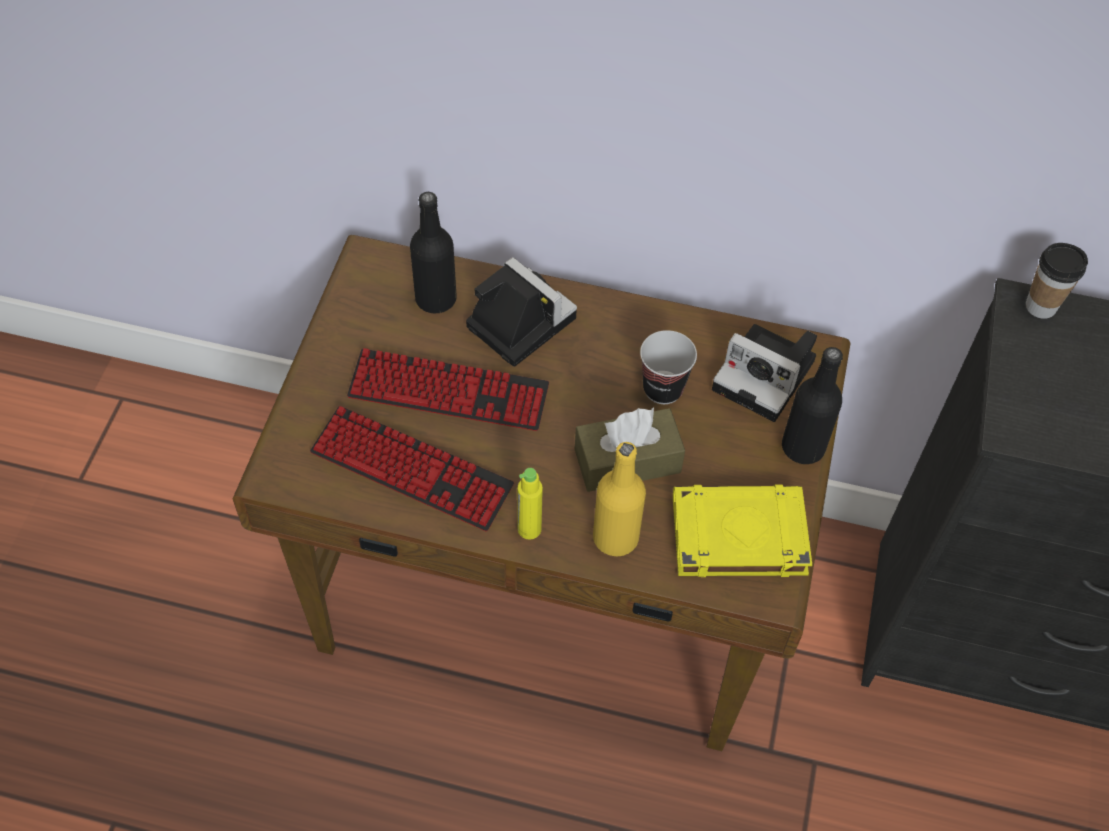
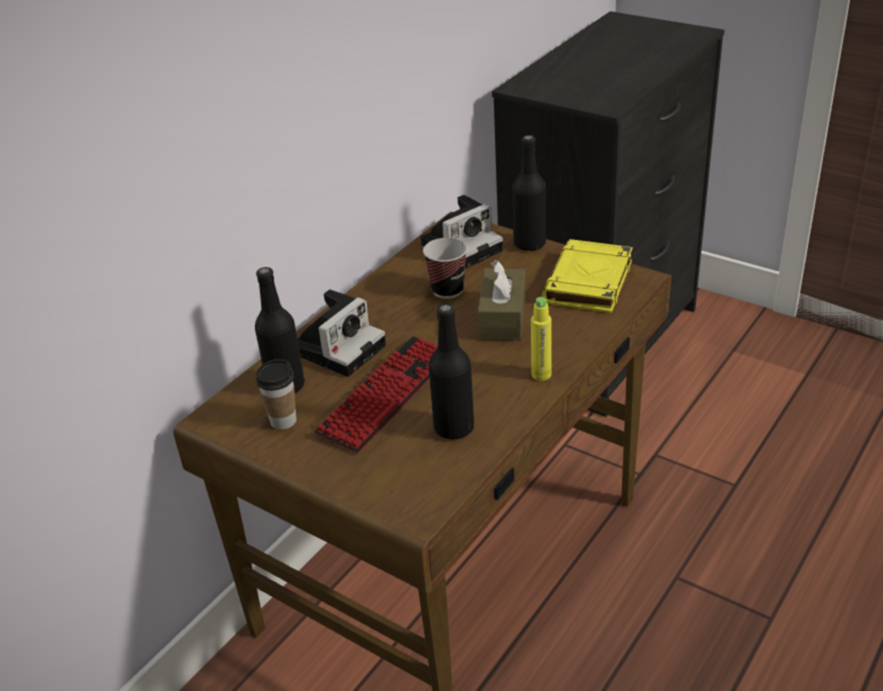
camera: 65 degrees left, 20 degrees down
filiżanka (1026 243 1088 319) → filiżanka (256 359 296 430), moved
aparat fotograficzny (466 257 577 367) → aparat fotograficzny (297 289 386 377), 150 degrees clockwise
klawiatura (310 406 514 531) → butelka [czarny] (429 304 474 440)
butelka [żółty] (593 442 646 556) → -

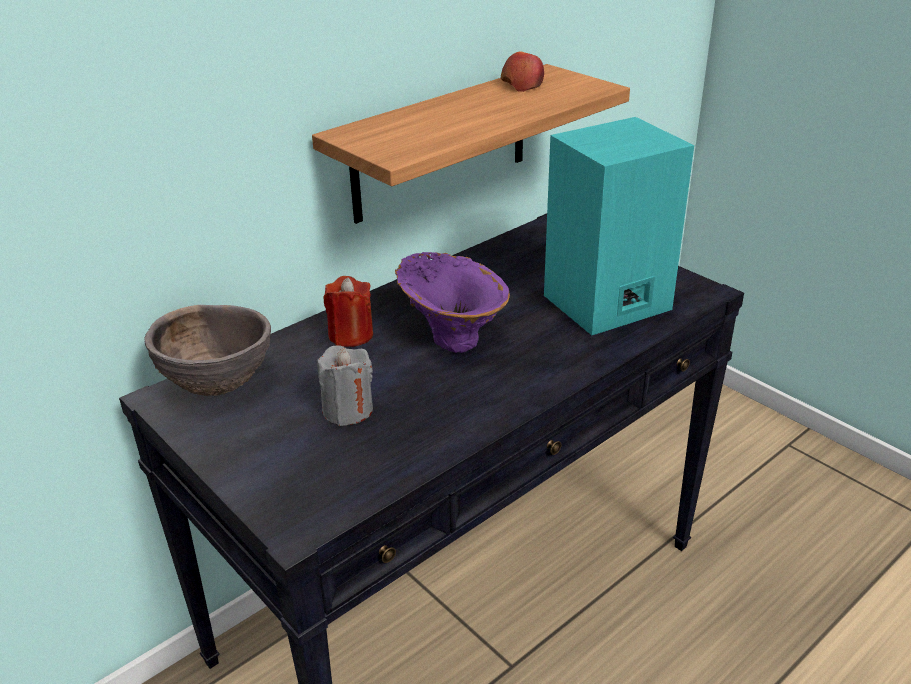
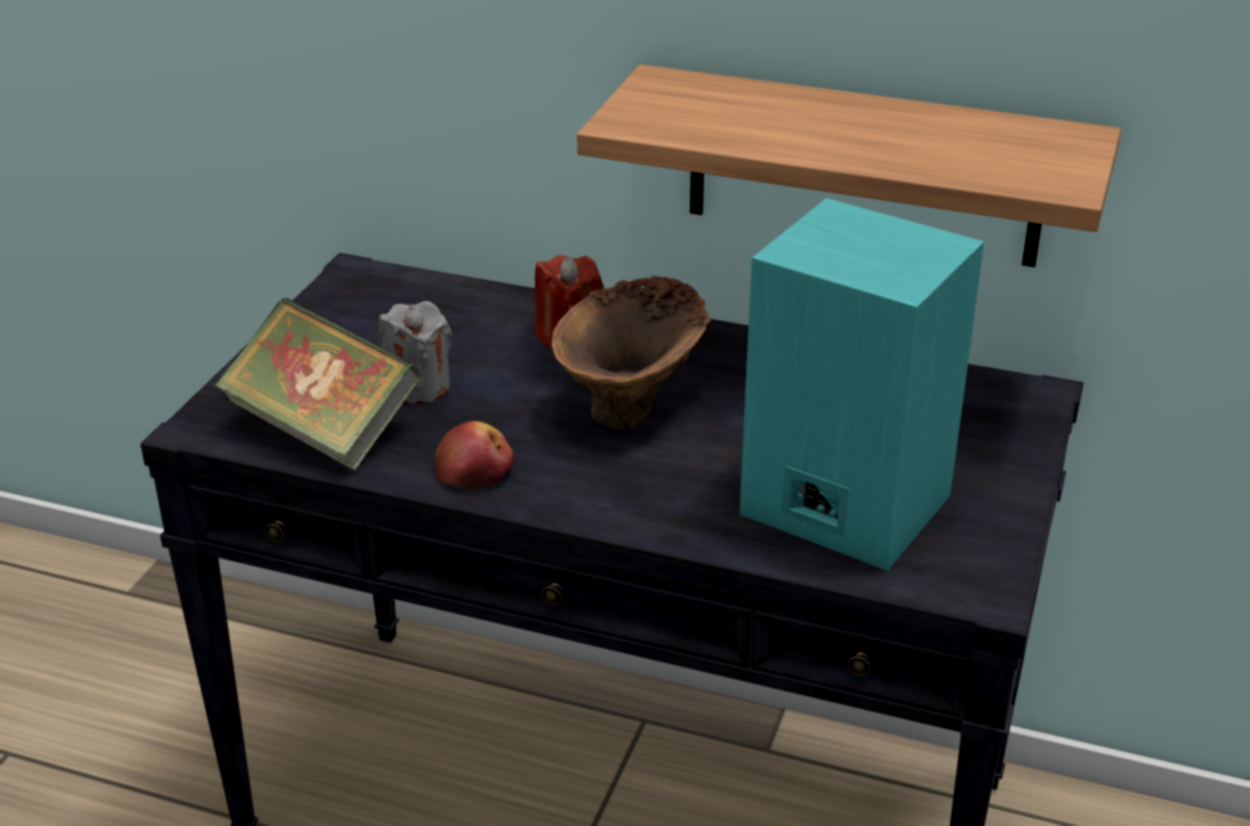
camera: 60 degrees right, 0 degrees up
- → książka (215 298 421 471)
jabłko (501 51 544 92) → jabłko (435 421 514 490), moved
wazon [fioletowy] (395 252 510 353) → wazon [brązowy] (552 275 711 429)
miska [brązowy] (144 305 271 396) → -

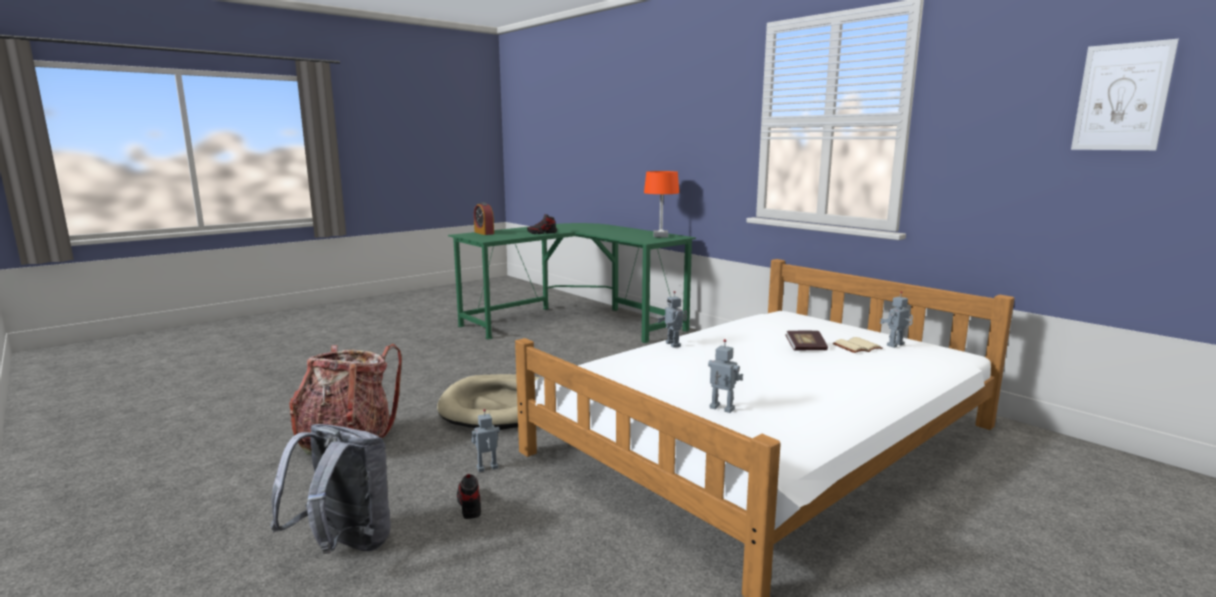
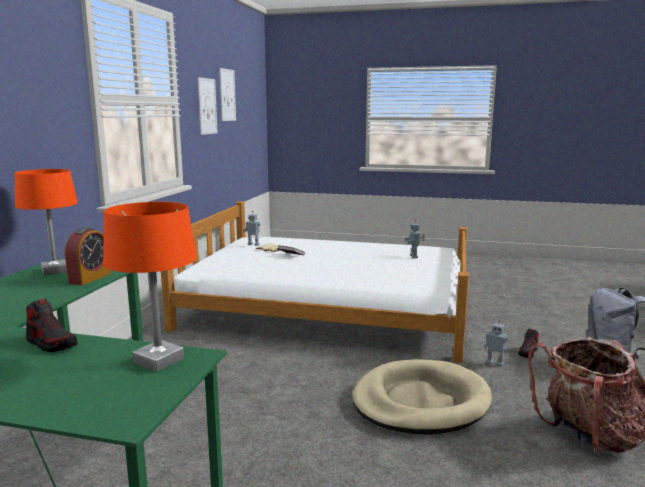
camera: 125 degrees left, 0 degrees up
budzik (474 202 494 235) → budzik (65 227 111 285), moved
- → lampa stołowa [pomarańczowy] (103 202 197 372)
- → obraz (197 77 218 135)
robot zabawkowy (657 291 687 348) → -

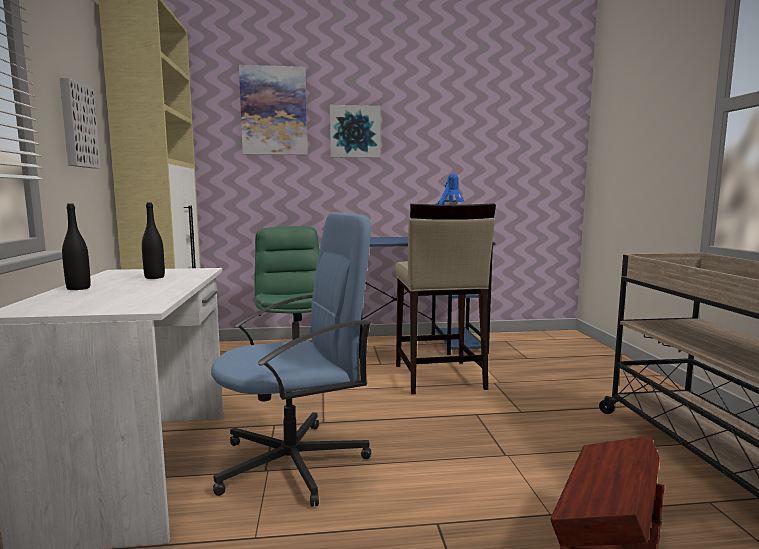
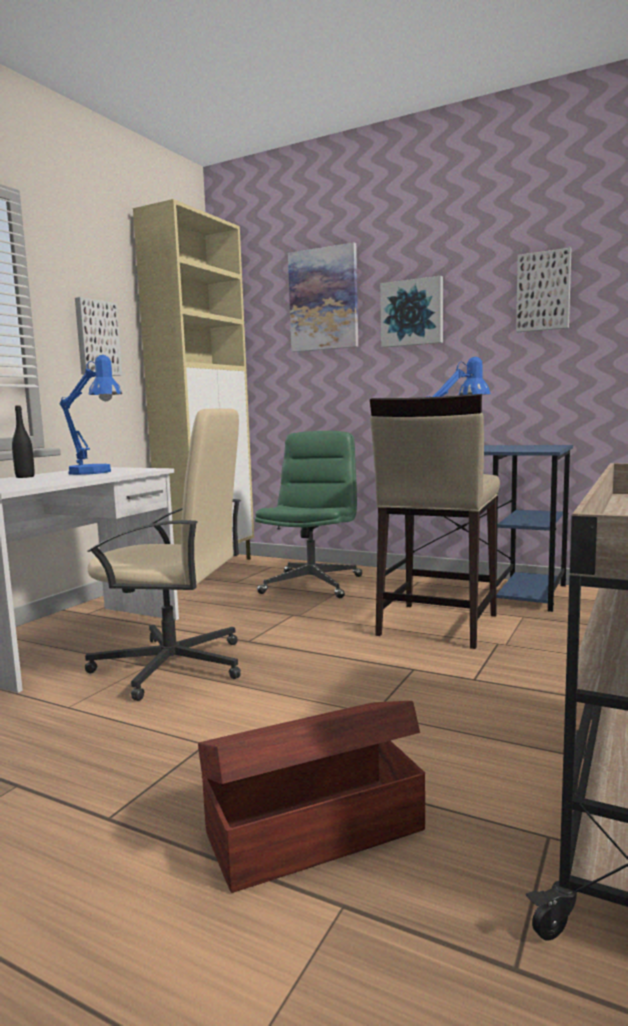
camera: 35 degrees right, 0 degrees up
butelka [czarny] (142 202 165 279) → lampa stołowa [niebieski] (59 355 122 475)
krzesło biurowe [niebieski] (211 212 371 507) → krzesło biurowe [beżowy] (84 408 241 701)
- → obraz (516 248 571 333)

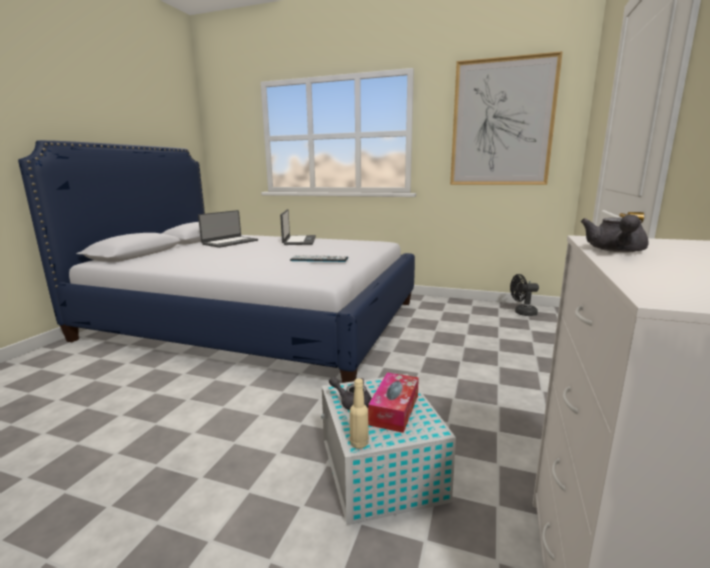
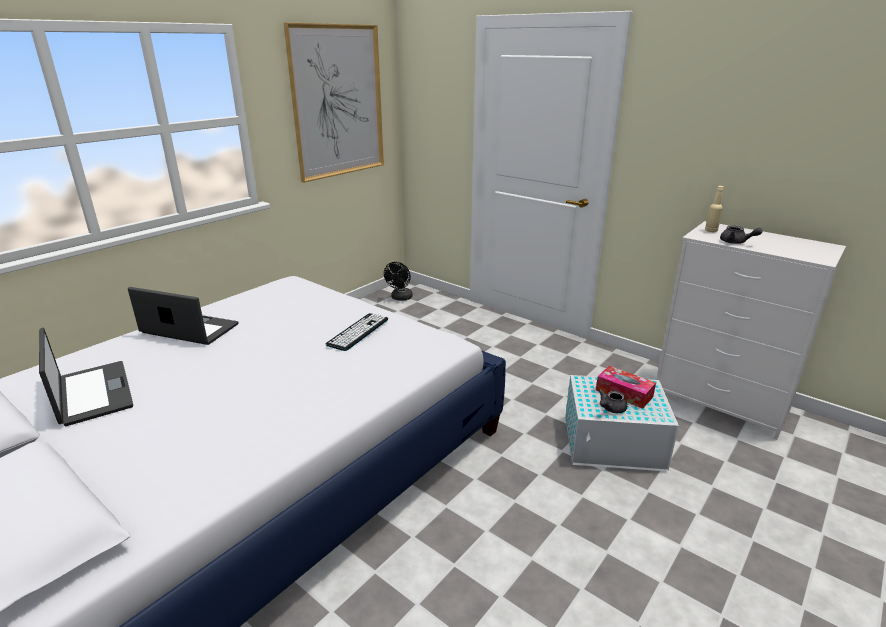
camera: 70 degrees left, 10 degrees up
butelka [beżowy] (350 378 369 449) → butelka [beżowy] (705 186 724 232), moved

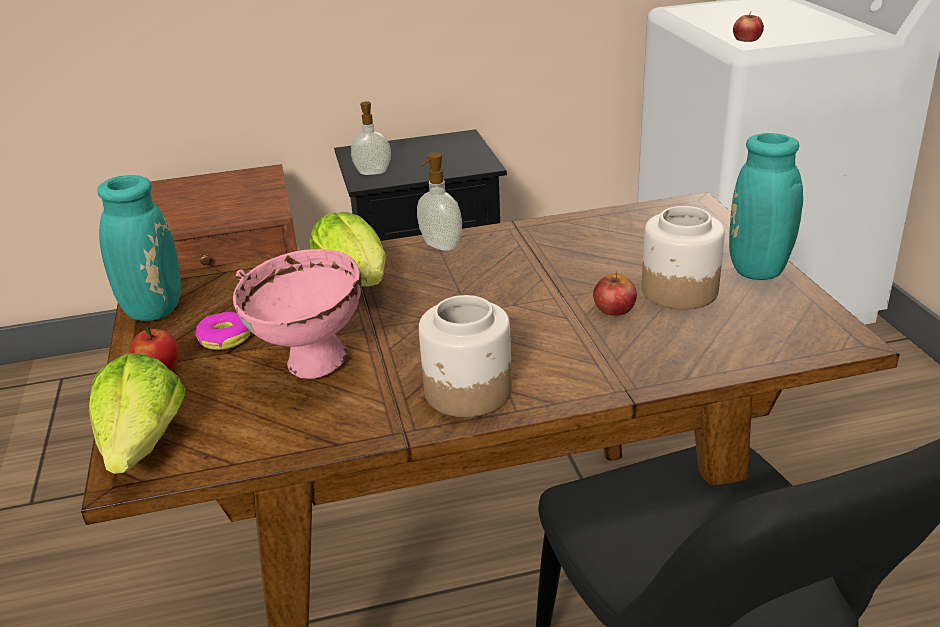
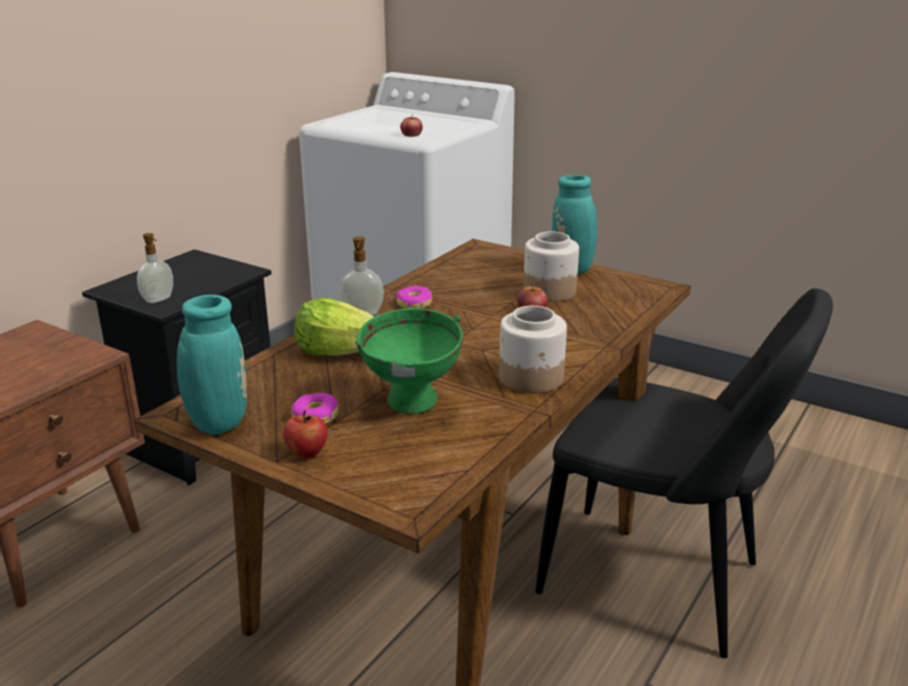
camera: 45 degrees left, 5 degrees down
miska [różowy] (233 249 361 379) → miska [zielony] (355 308 463 414)
- → donut (396 286 432 308)
sałata (89 353 186 474) → -

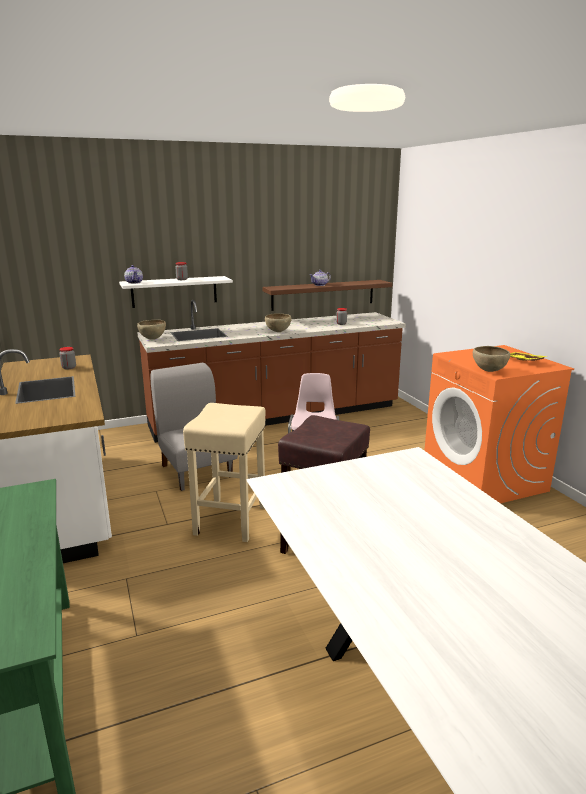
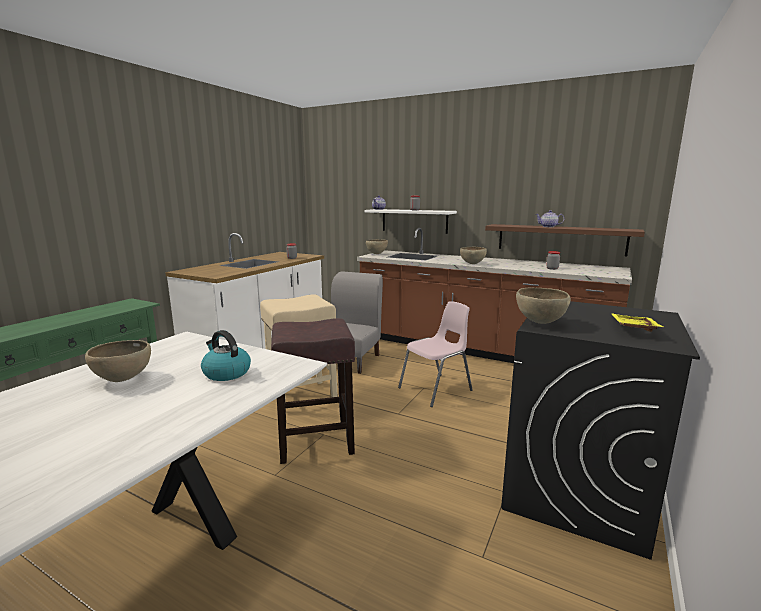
camera: 50 degrees right, 5 degrees down
- → miska [brązowy] (85 340 151 382)
- → czajnik (201 330 251 381)
pralka [pomarańczowy] (424 345 574 503) → pralka [czarny] (501 301 700 560)

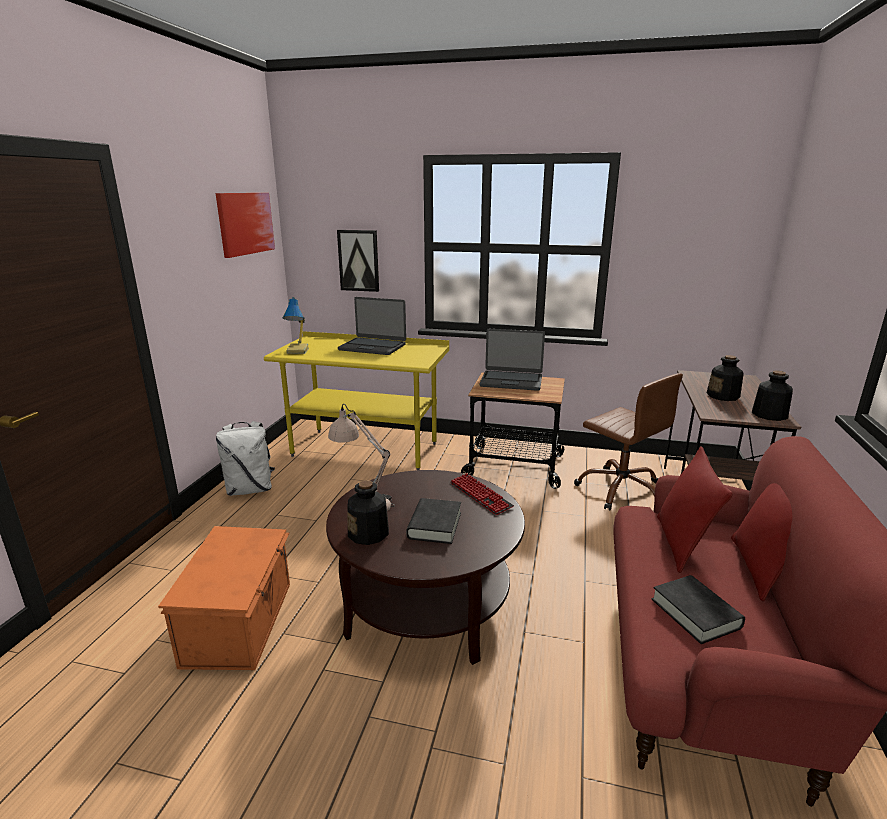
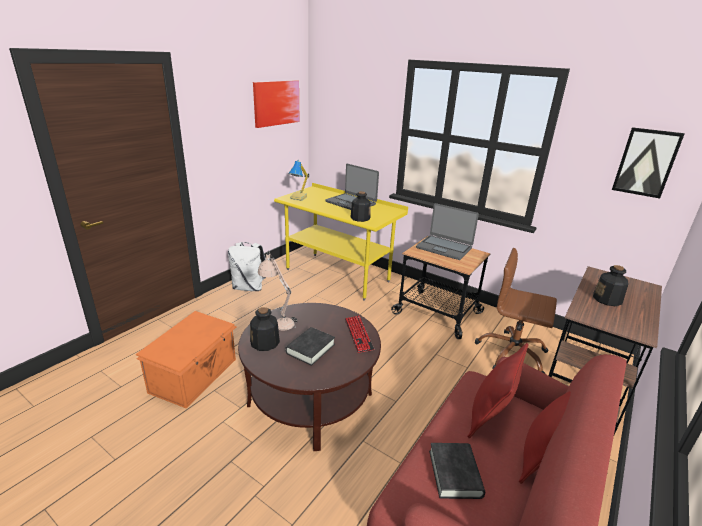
camera: 20 degrees right, 5 degrees up
butelka (752 370 793 421) → butelka (350 191 371 222), moved
krzesło biurowe [brązowy] (574 373 683 510) → krzesło biurowe [brązowy] (475 248 557 374), 135 degrees clockwise
obraz (337 230 379 292) → obraz (612 127 685 198), moved

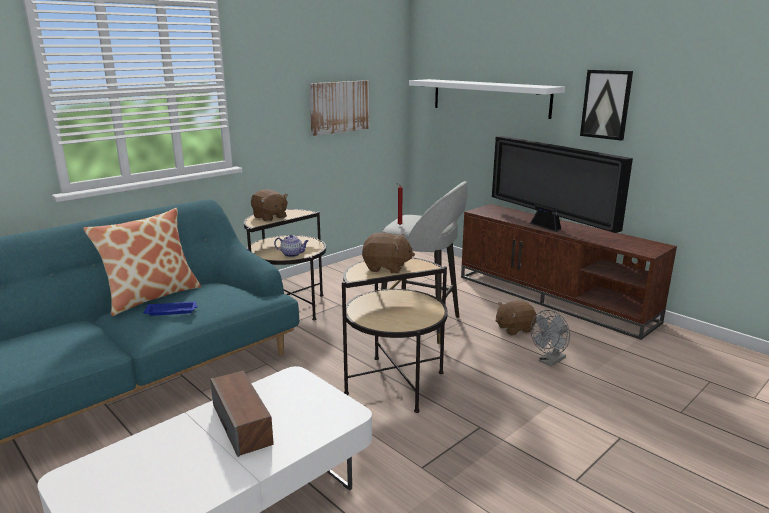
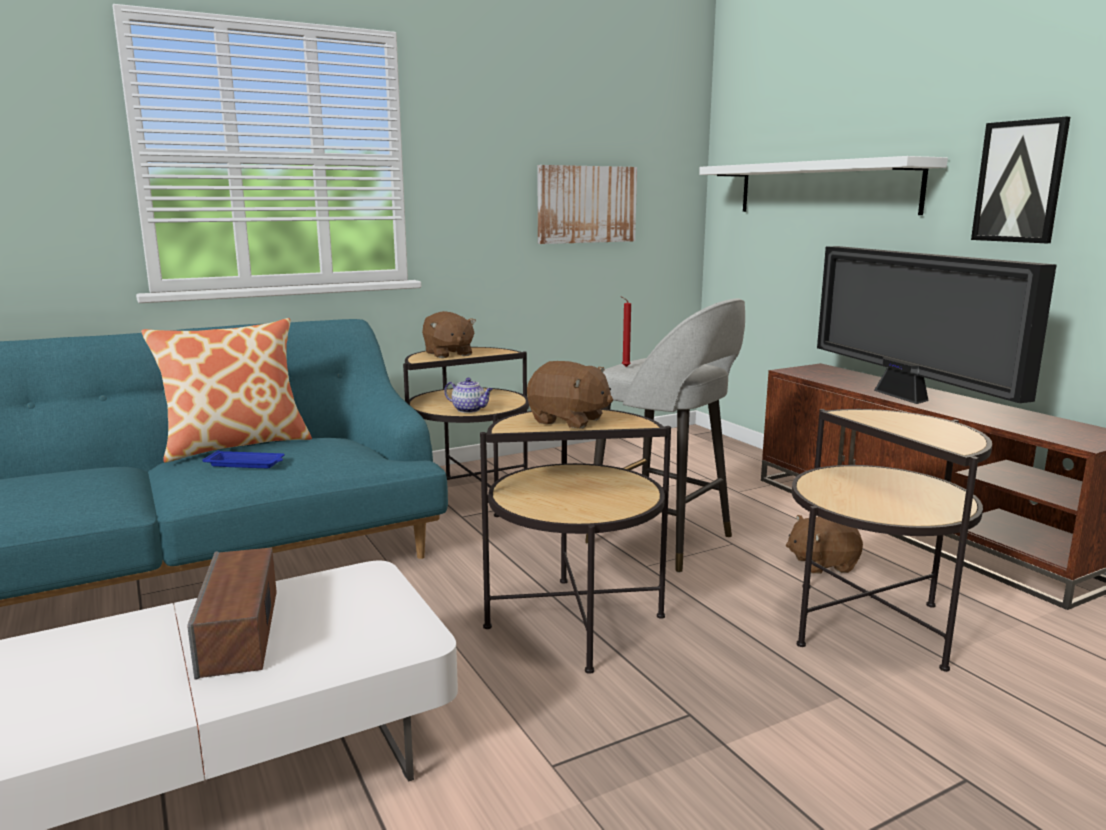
camera: 15 degrees right, 5 degrees down
wentylator [szary] (530 310 570 367) → stolik (792 409 992 672)

